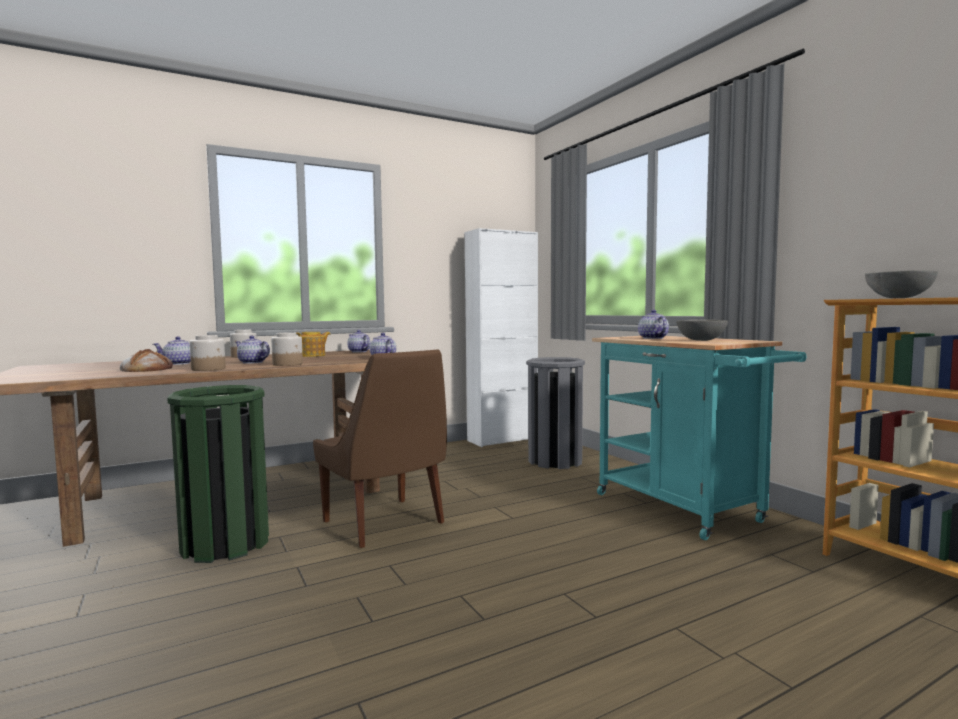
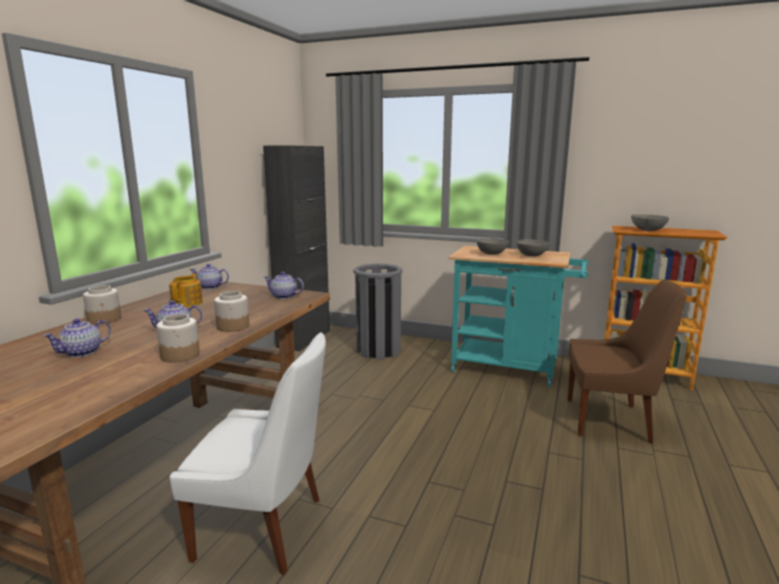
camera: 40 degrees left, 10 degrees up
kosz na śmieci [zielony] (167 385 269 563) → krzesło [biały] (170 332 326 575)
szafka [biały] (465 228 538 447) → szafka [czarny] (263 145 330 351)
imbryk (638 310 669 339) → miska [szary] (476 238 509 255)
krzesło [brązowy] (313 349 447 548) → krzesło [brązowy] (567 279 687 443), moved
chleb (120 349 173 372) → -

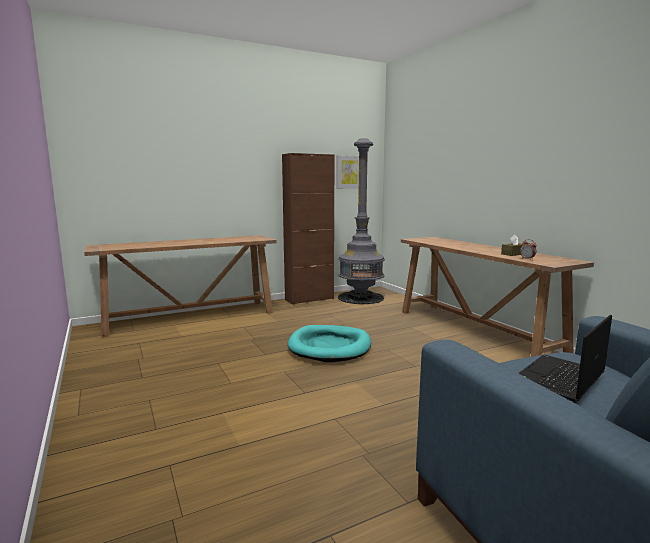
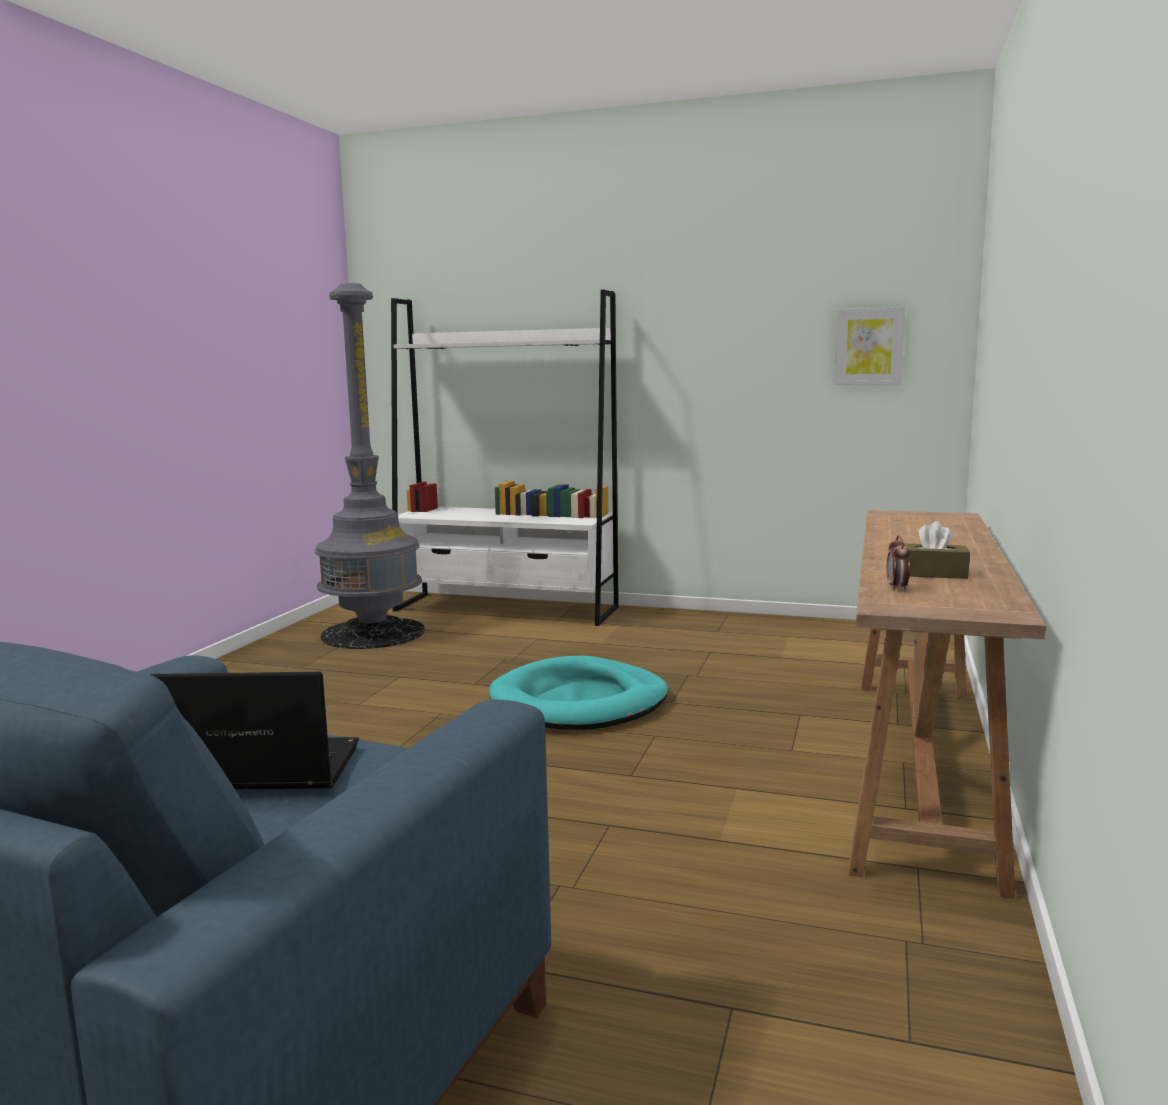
camera: 45 degrees right, 0 degrees up
lampa stojąca [szary] (338 138 385 304) → lampa stojąca [szary] (315 283 425 649), moved
stolik konsolowy [brązowy] (84 235 277 338) → regał [biały] (391 289 619 626)
szafka [brązowy] (282 153 335 305) → -

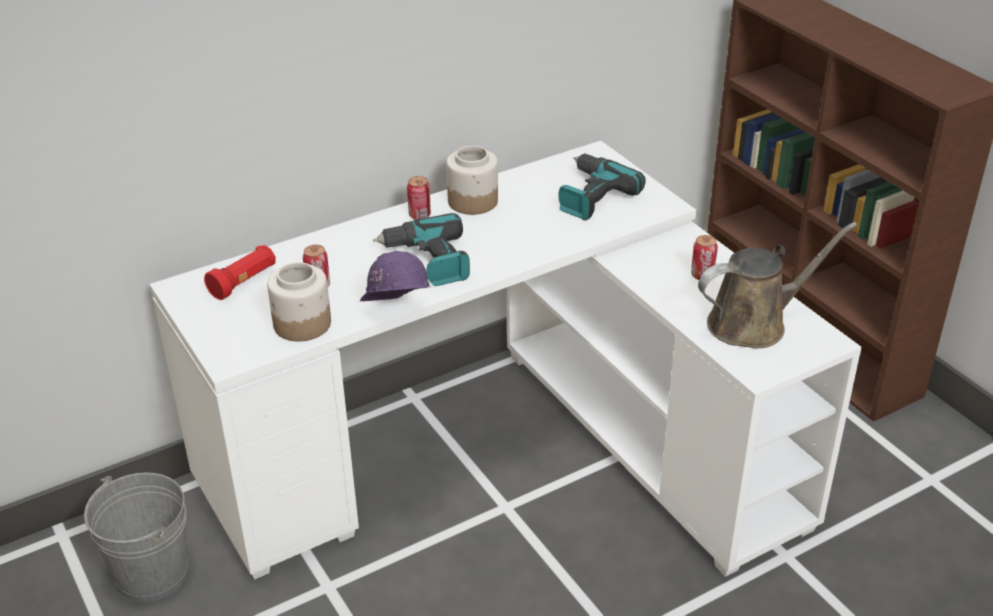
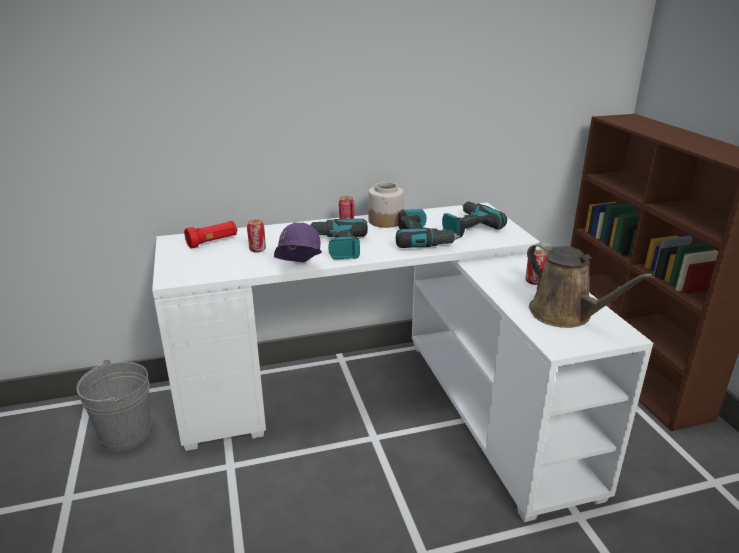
camera: 15 degrees right, 10 degrees down
- → wiertarka (396 209 461 248)
konewka [brązowy] (698 222 857 348) → konewka [brązowy] (527 242 654 328), 60 degrees clockwise
słoik (267 262 331 341) → -

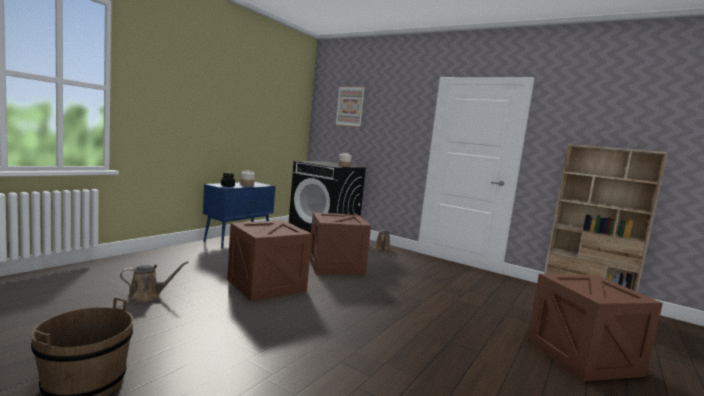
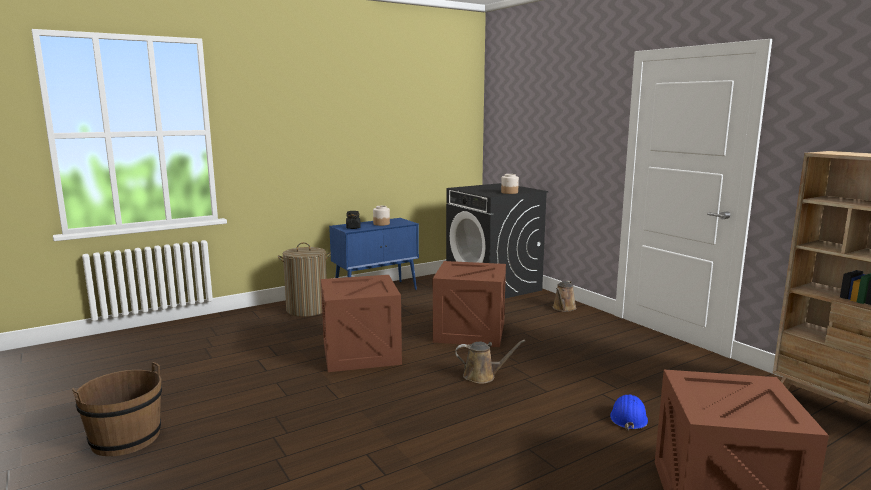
camera: 25 degrees right, 5 degrees up
- → kosz na pranie (278 242 331 317)
konewka [brązowy] (120 261 189 302) → konewka [brązowy] (455 340 525 384), moved
- → kask [niebieski] (610 394 648 431)
obraz (335 86 365 127) → -

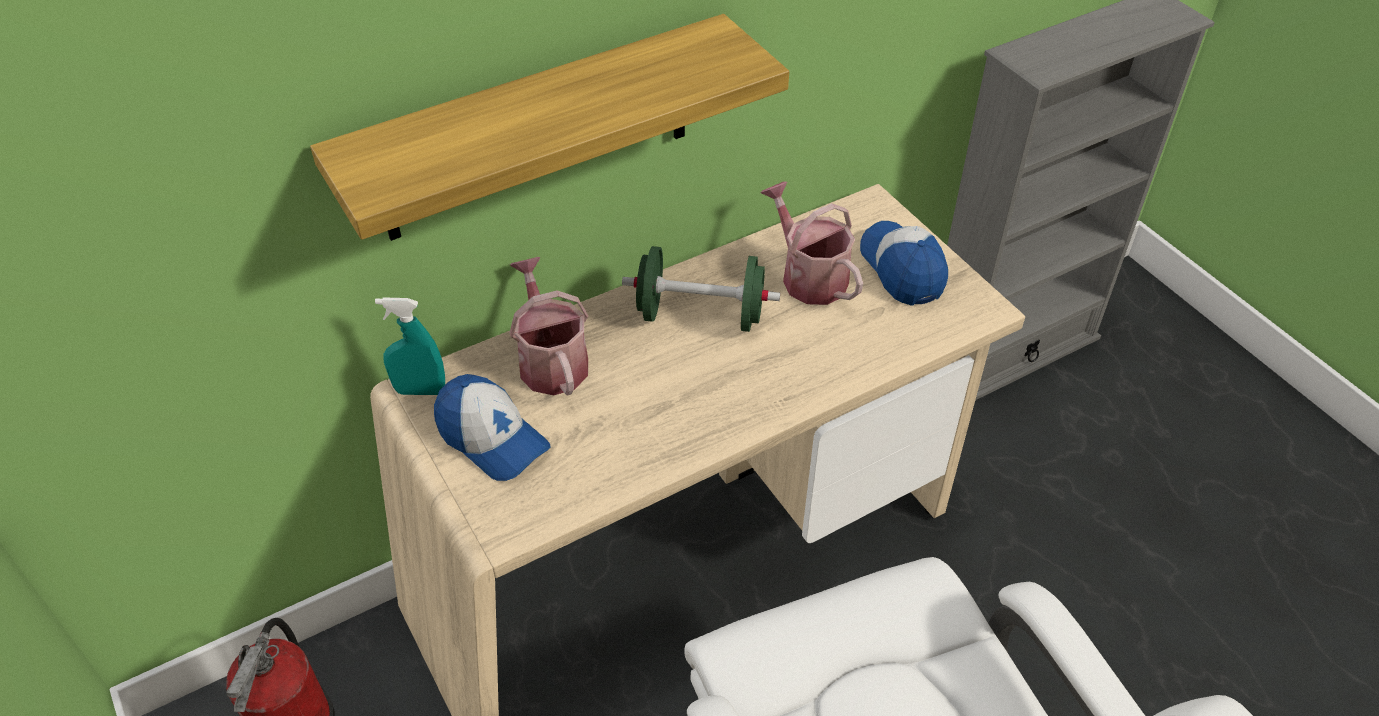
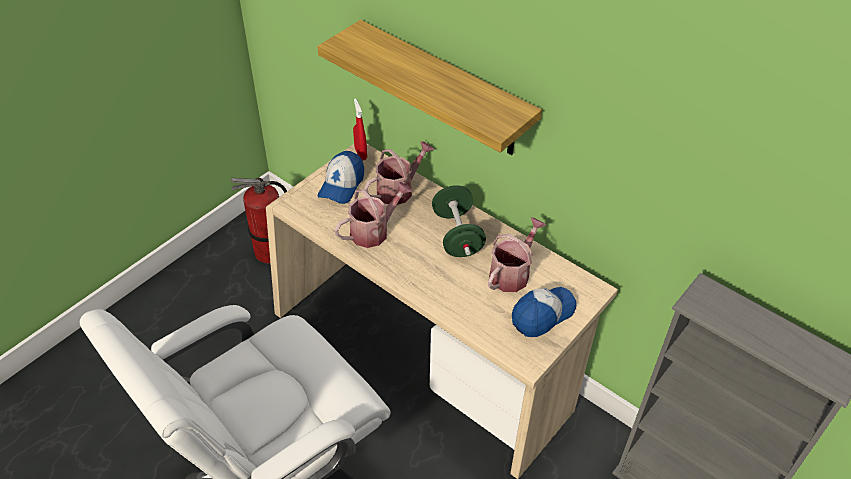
camera: 70 degrees right, 0 degrees up
- → konewka (334 182 413 248)
spryskiwacz [turkusowy] (375 297 445 395) → spryskiwacz [czerwony] (353 98 367 161)

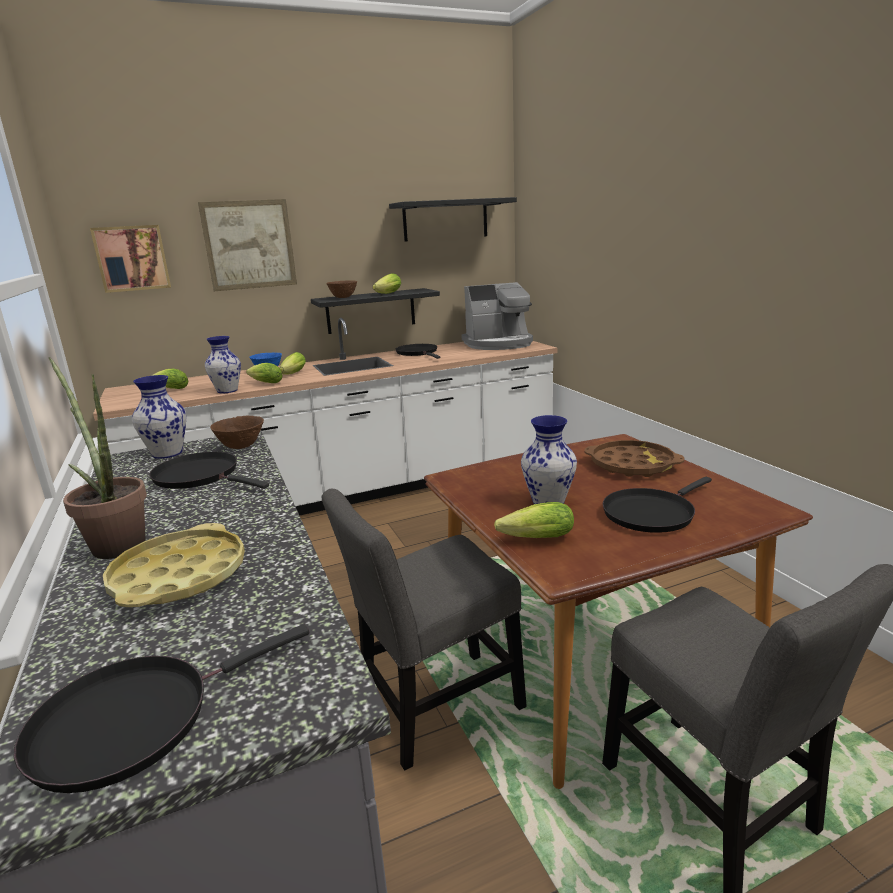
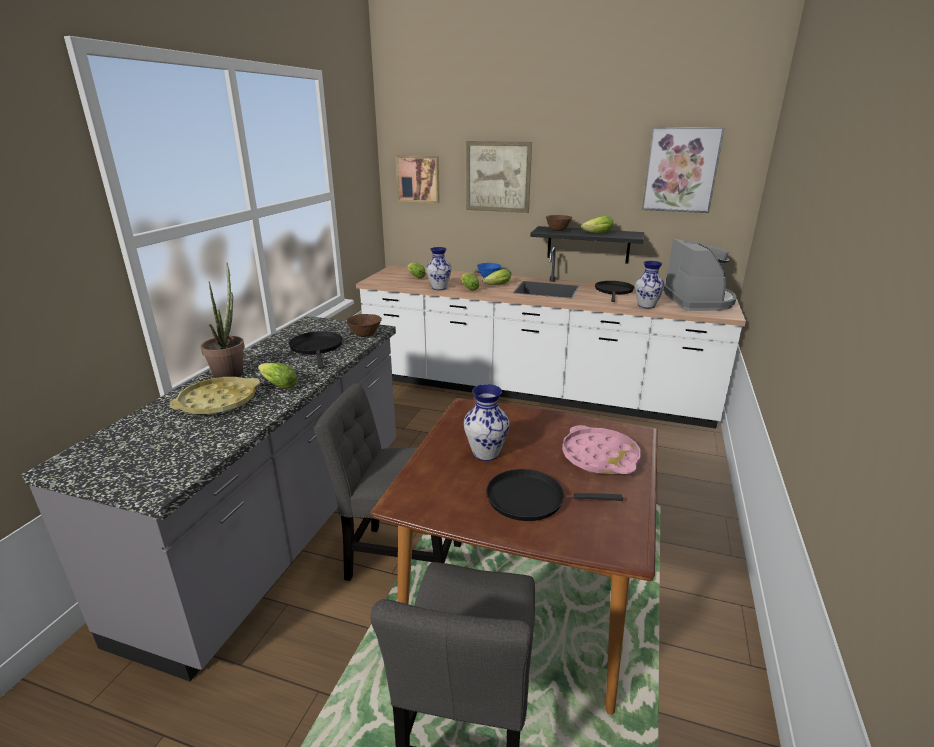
camera: 40 degrees right, 5 degrees up
sałata (494 502 574 538) → sałata (258 363 298 389), moved
taca [brązowy] (584 440 684 477) → taca [różowy] (562 425 641 474)
wazon (132 375 186 459) → wazon (635 261 665 309), moved
półka [czarny] (389 197 517 242) → obraz (642 127 725 213)
ekspres do kawy (461 282 533 350) → ekspres do kawy (663 238 737 311), 120 degrees counterclockwise
patelnia [czarny] (14 624 309 793) → -

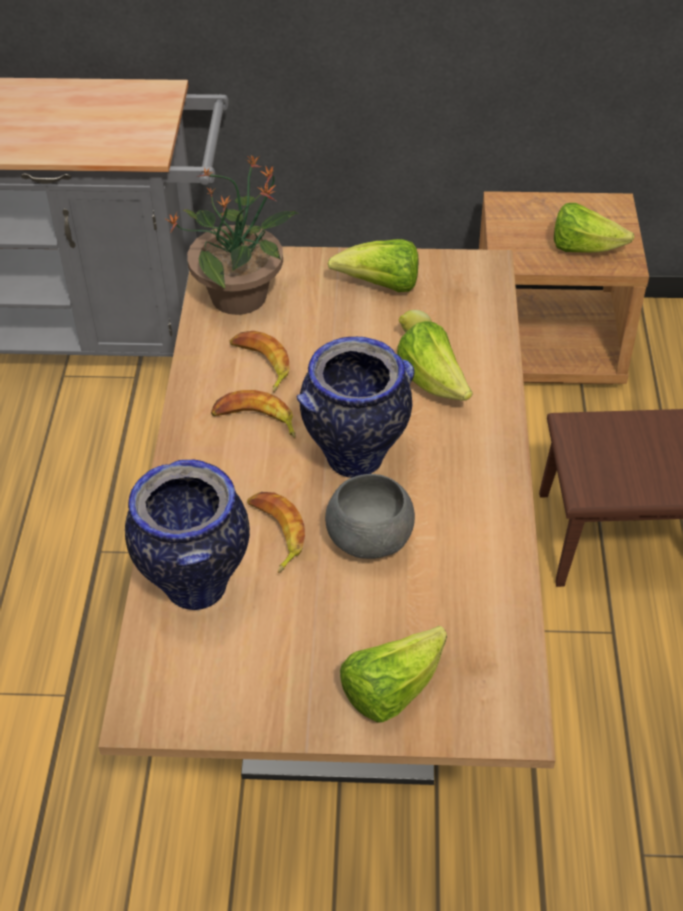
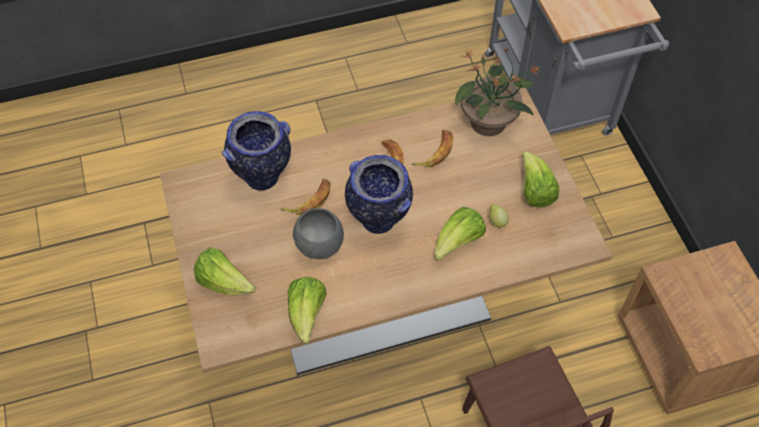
camera: 70 degrees right, 10 degrees up
sałata (554 203 634 253) → sałata (288 277 327 343), moved

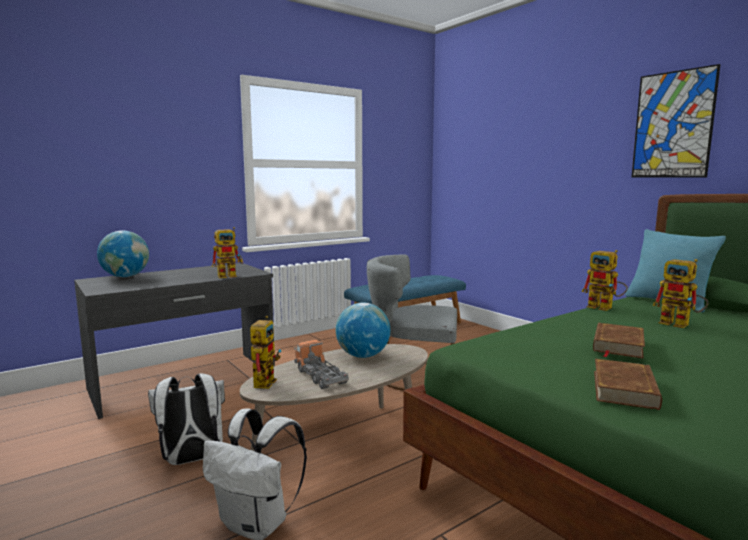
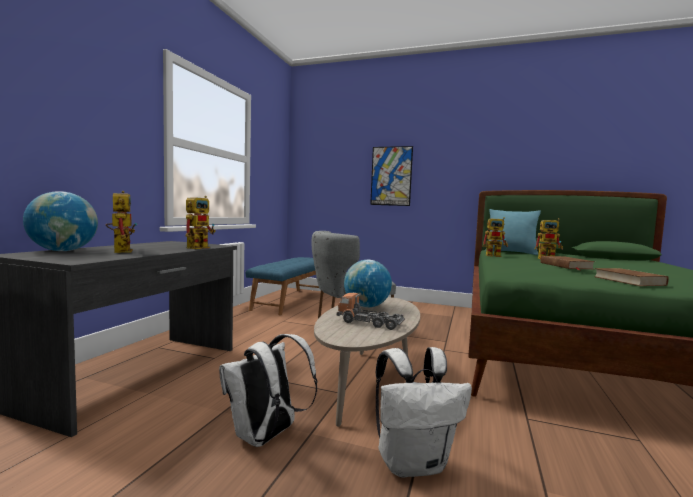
camera: 35 degrees left, 5 degrees down
robot zabawkowy (250 316 281 389) → robot zabawkowy (106 191 137 253), moved
obraz (631 64 721 178) → obraz (370 146 413 206), moved

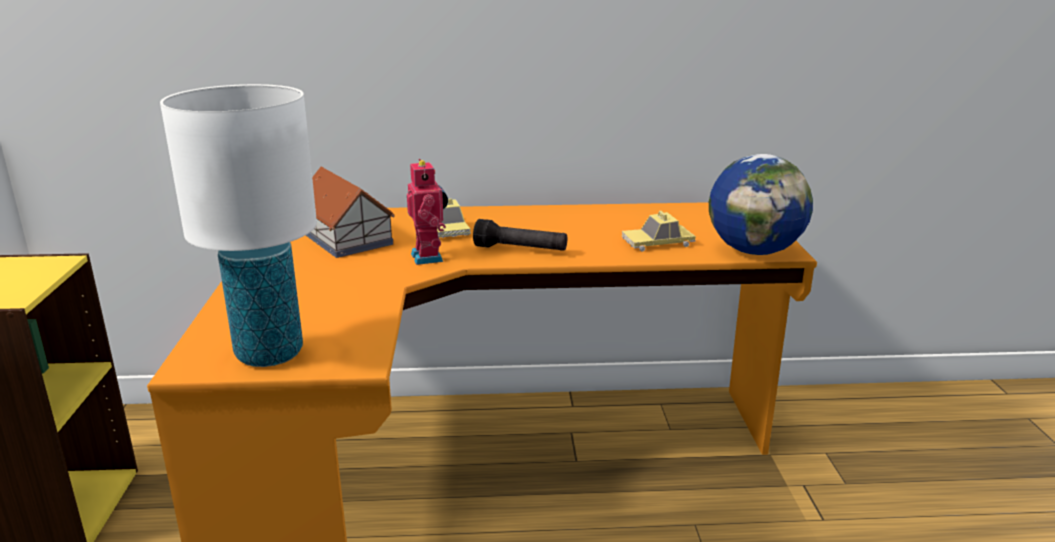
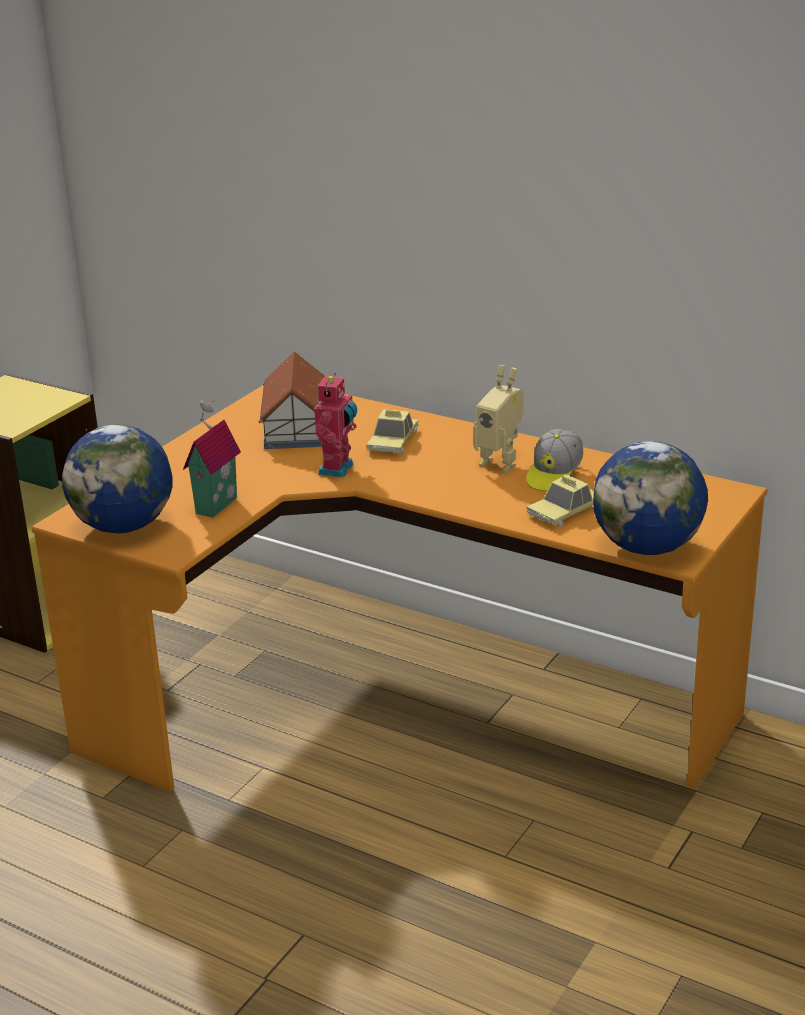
camera: 35 degrees right, 5 degrees up
lampa stołowa [biały] (160 84 317 367) → globus (62 424 173 534)
- → domek (183 400 241 517)
- → robot zabawkowy (473 365 524 473)
- → czapka z daszkiem (526 429 583 491)
samochodzik (622 211 696 252) → samochodzik (527 474 594 527), 60 degrees counterclockwise
latarka [czarny] (473 219 567 251) → -

